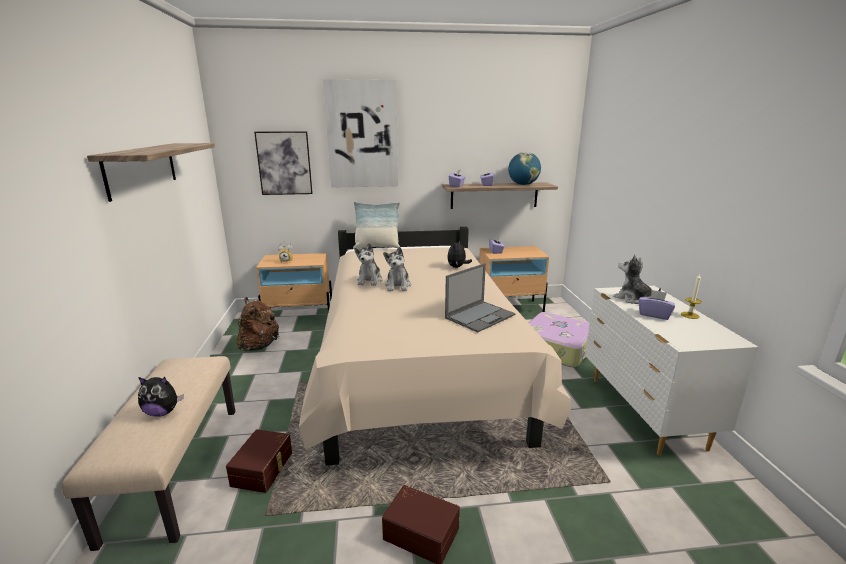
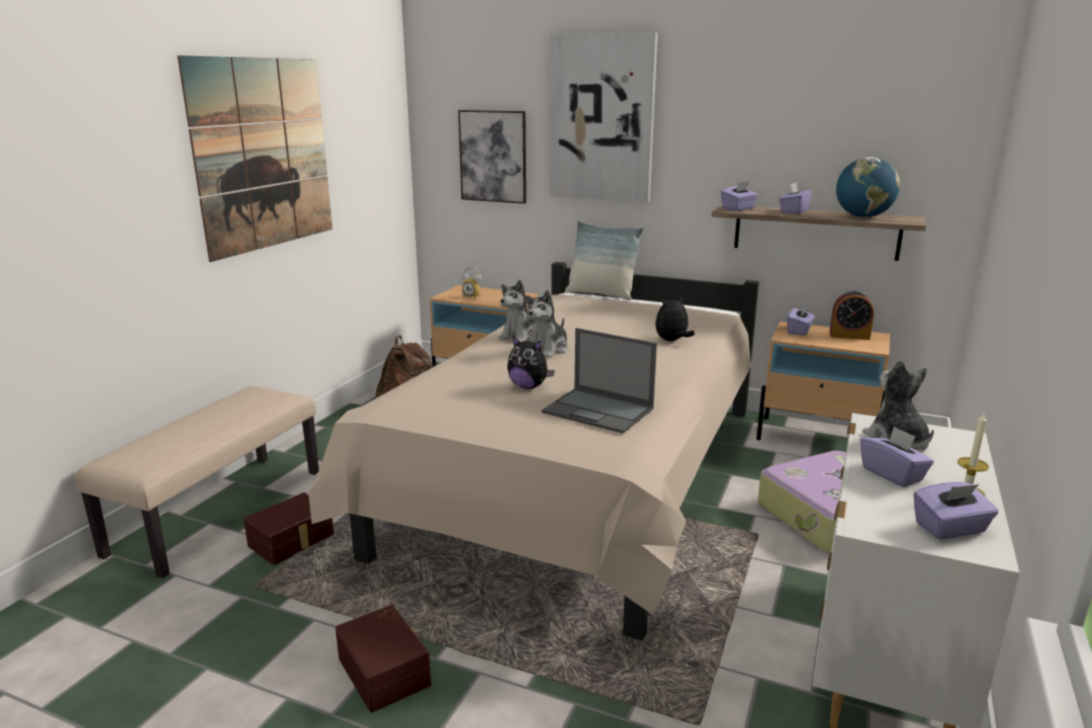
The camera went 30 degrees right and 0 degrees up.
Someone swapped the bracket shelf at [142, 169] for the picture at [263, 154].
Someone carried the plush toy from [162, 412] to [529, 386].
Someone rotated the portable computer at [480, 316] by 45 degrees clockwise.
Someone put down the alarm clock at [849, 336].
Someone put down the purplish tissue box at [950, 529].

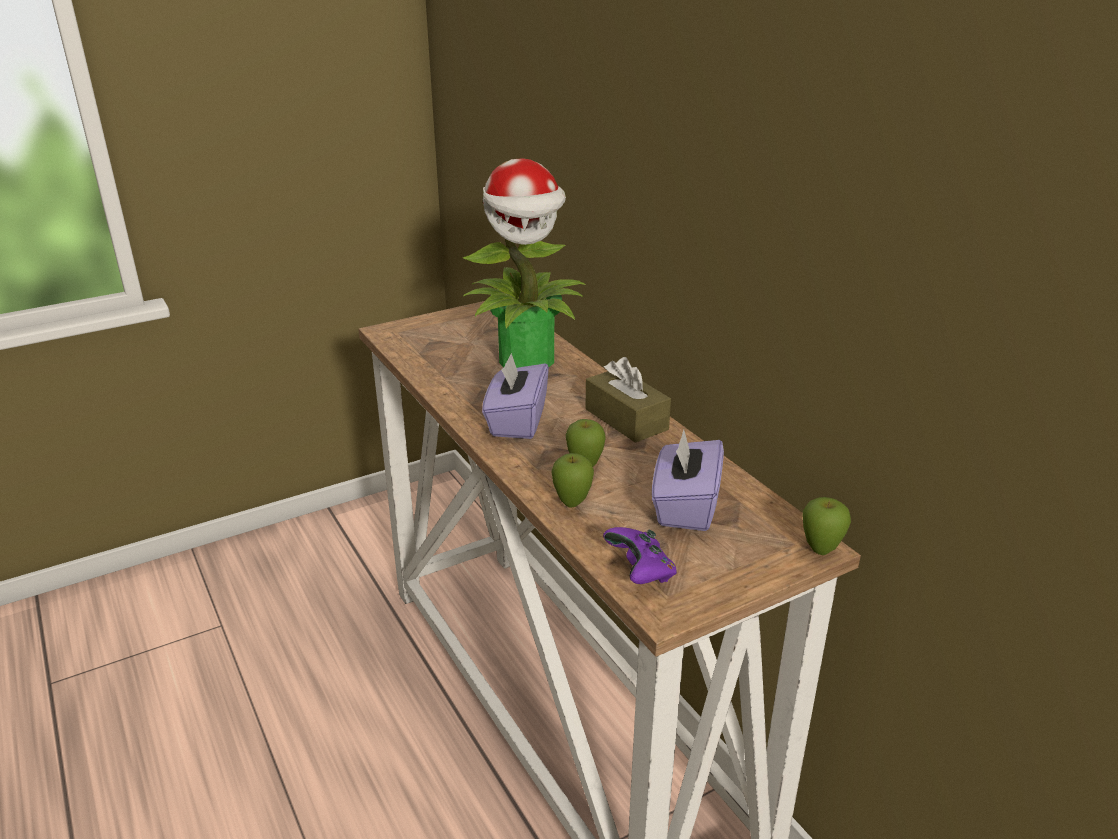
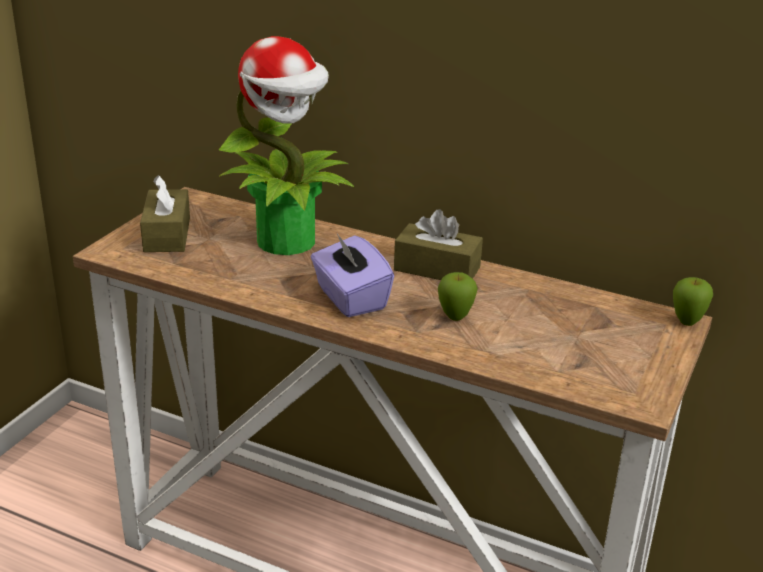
The camera went 35 degrees left and 0 degrees up.
Someone put down the brownish tissue box at [167, 234].
Someone took away the whole apple at [572, 503].
Someone took away the purplish game controller at [641, 572].
Someone took away the purplish tissue box at [685, 506].

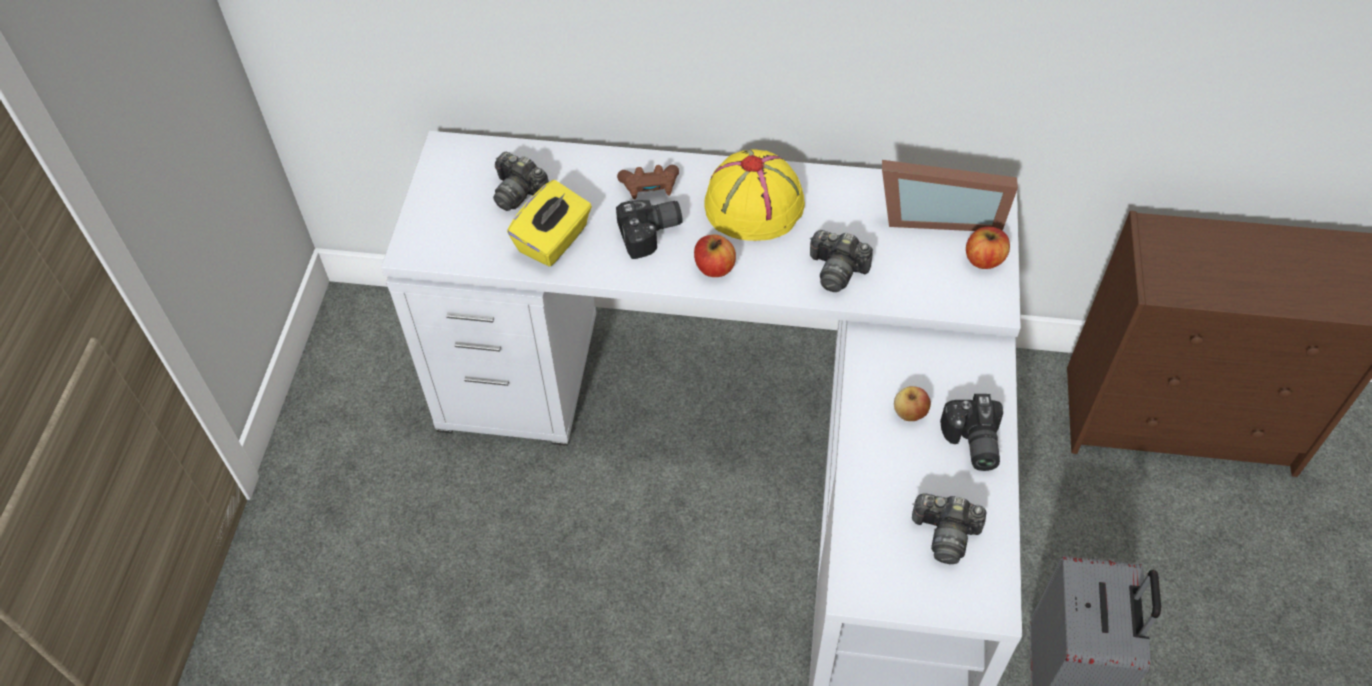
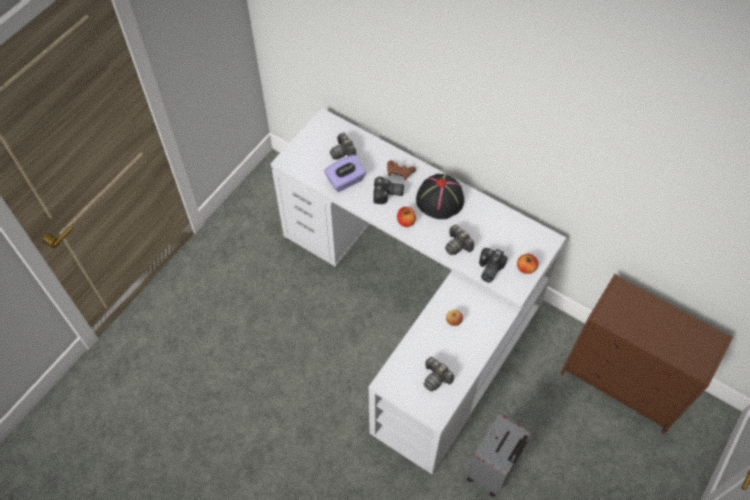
The camera went 25 degrees right and 5 degrees up.
Someone repainted the yellow tissue box at [554, 241], which became the purplish tissue box at [345, 181].
Someone repainted the yellow hat at [754, 204], which became the black-coloured hat at [440, 199].
Someone carried the still camera from [971, 443] to [488, 269].
Someone took away the photo frame at [938, 215].

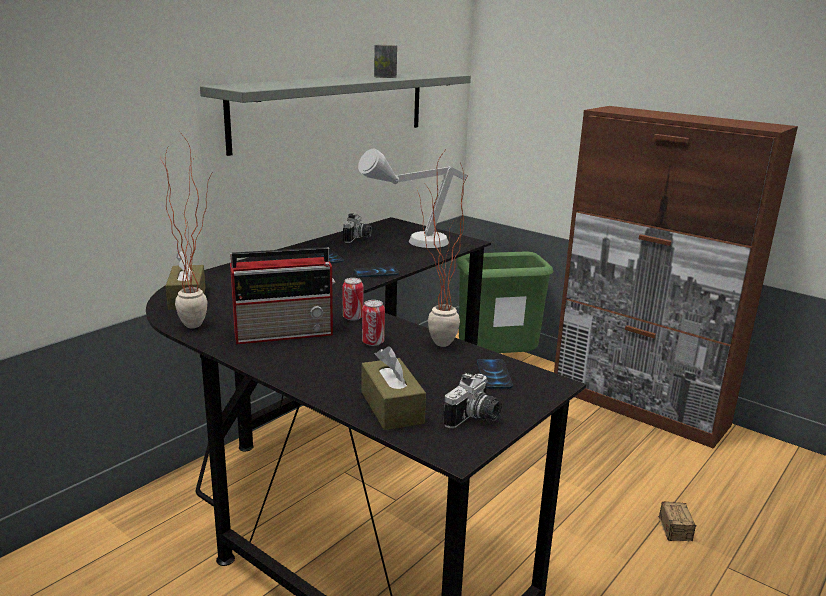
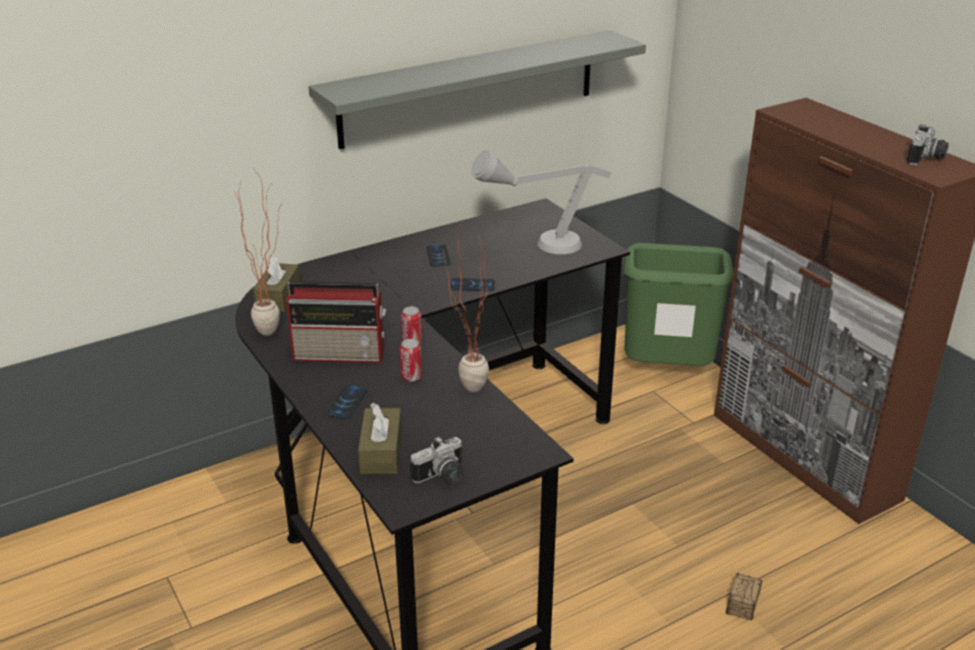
The camera went 20 degrees right and 10 degrees up.
Someone carried the handset from [494, 375] to [346, 403].
Someone carried the still camera from [358, 238] to [926, 158].
Someone took away the can at [385, 77].

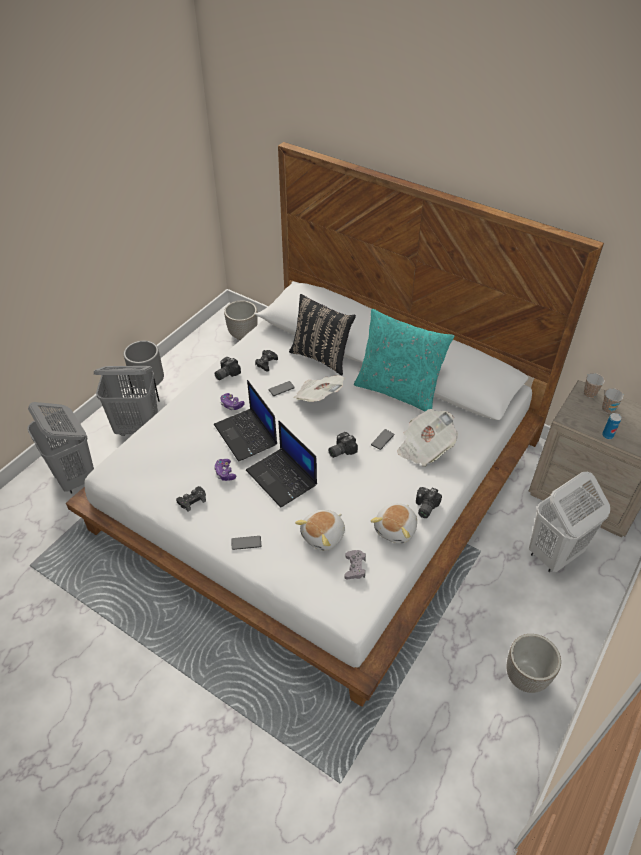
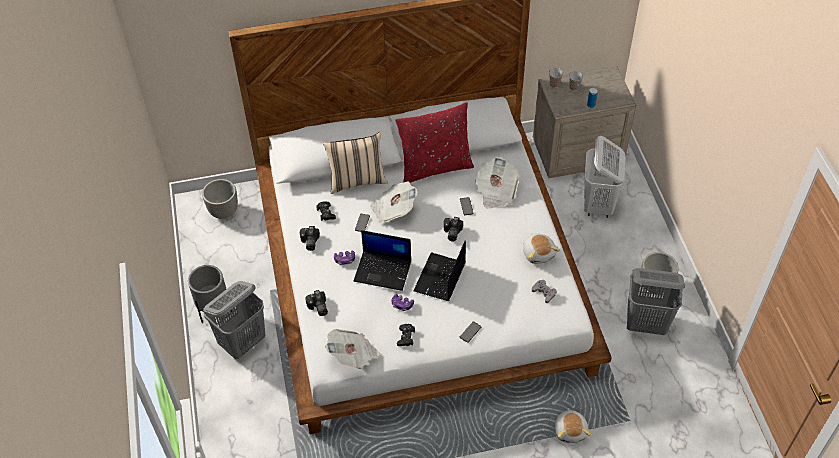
The camera went 45 degrees left and 5 degrees up.
Someone carried the still camera from [424, 507] to [318, 308].
Someone repainted the black-coloured cushion at [321, 357], which became the sand-coloured cushion at [357, 180].
Someone put down the newspaper at [353, 355].
Someone repainted the blue-green cushion at [398, 391], which became the red-coloured cushion at [435, 166].
Someone rotated the portable computer at [282, 478] by 105 degrees clockwise.
Someone carried the plush toy from [324, 536] to [571, 430].
Someone carried the greyish washing basket from [75, 477] to [646, 324].

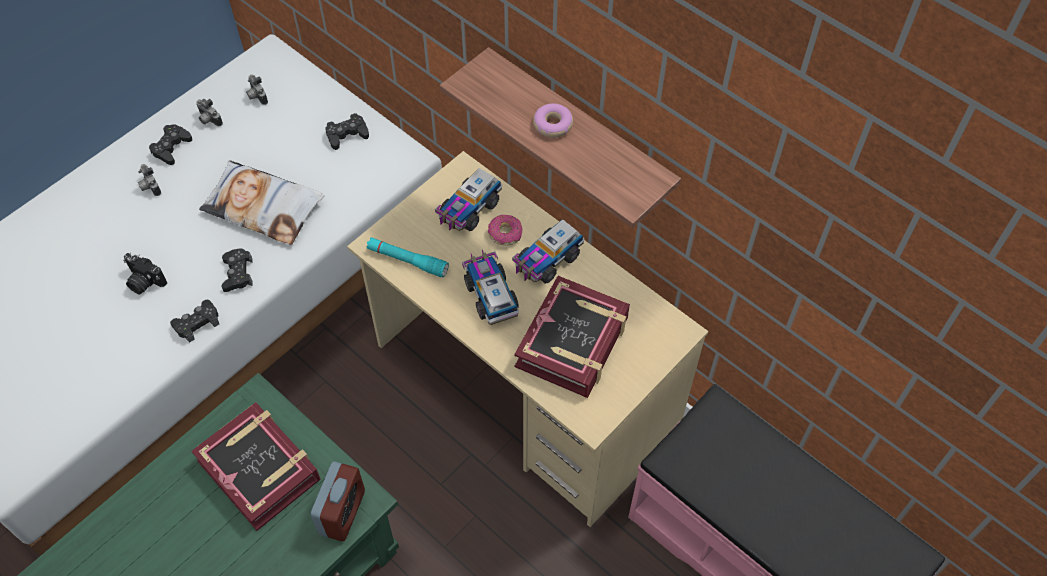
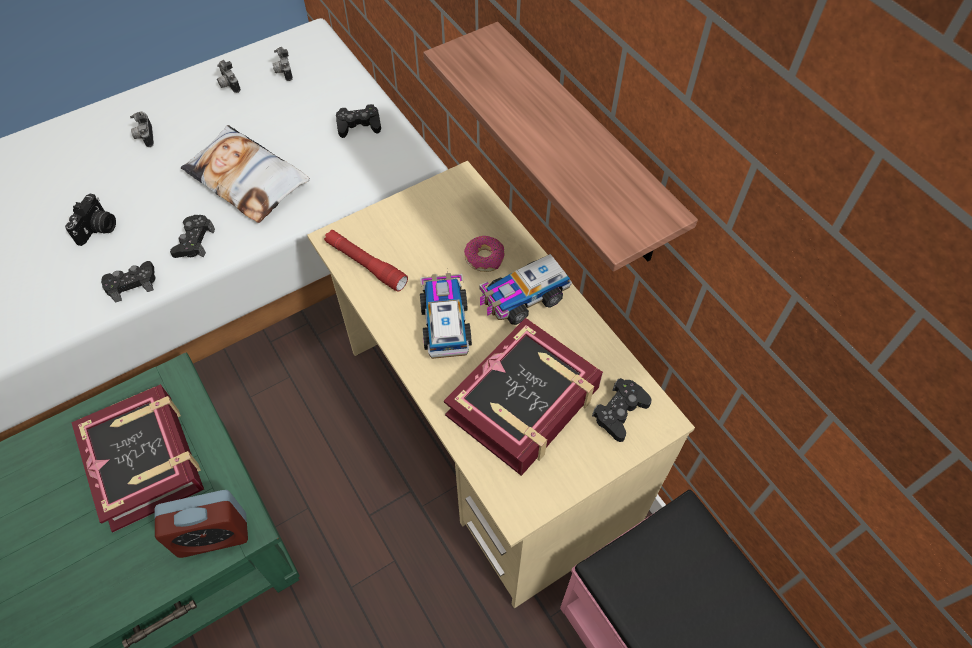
The camera went 15 degrees right and 0 degrees up.
Someone rotated the still camera at [144, 281] by 120 degrees counterclockwise.
Someone rotated the alarm clock at [342, 512] by 45 degrees clockwise.
Someone repainted the blue-green flashlight at [407, 261], which became the red-coloured flashlight at [366, 264].
Someone carried the black-coloured game controller from [171, 148] to [620, 412].
Someone took away the toy truck at [469, 210].
Someone took away the donut at [552, 125].

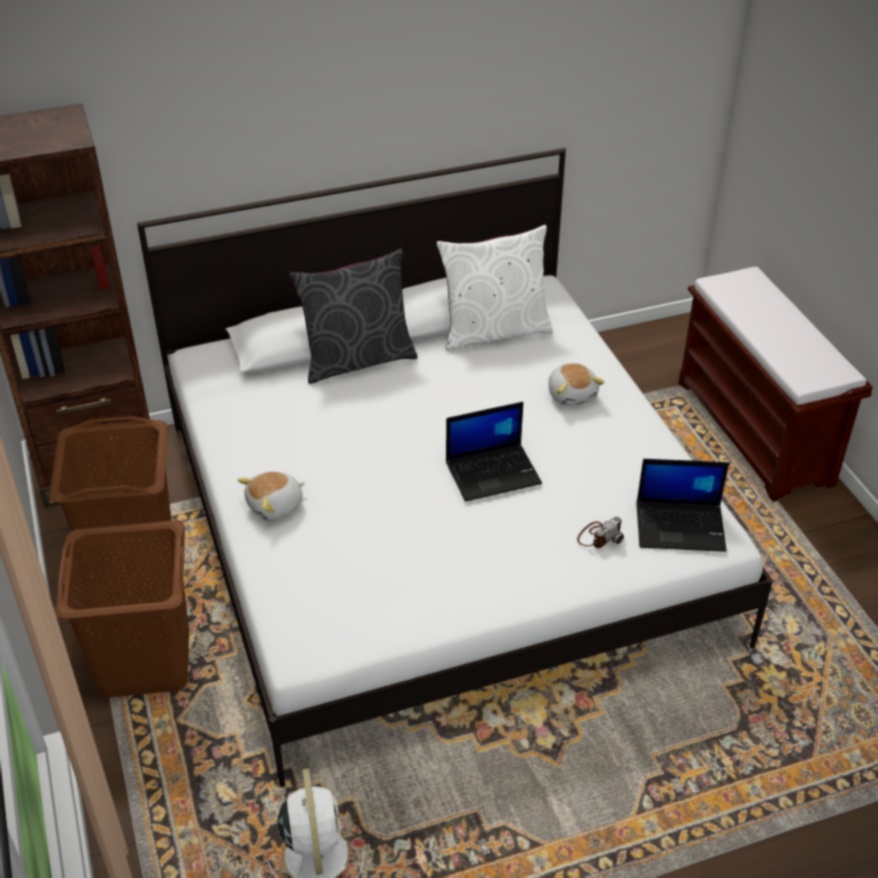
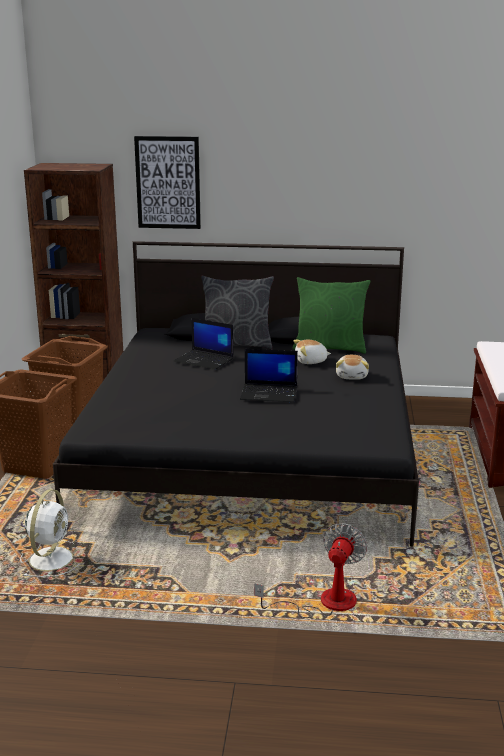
The camera went 25 degrees right and 20 degrees down.
Someone repainted the white-coloured bedroom bed at [439, 527], which became the black-coloured bedroom bed at [252, 452].
Someone put up the picture at [168, 182].
Someone carried the portable computer from [681, 526] to [205, 360].
Someone put down the fan at [325, 603].
Someone repainted the white-coloured cushion at [494, 331], which became the green cushion at [330, 347].
Someone carried the plush toy from [276, 506] to [311, 361].
Someone took away the still camera at [599, 536].

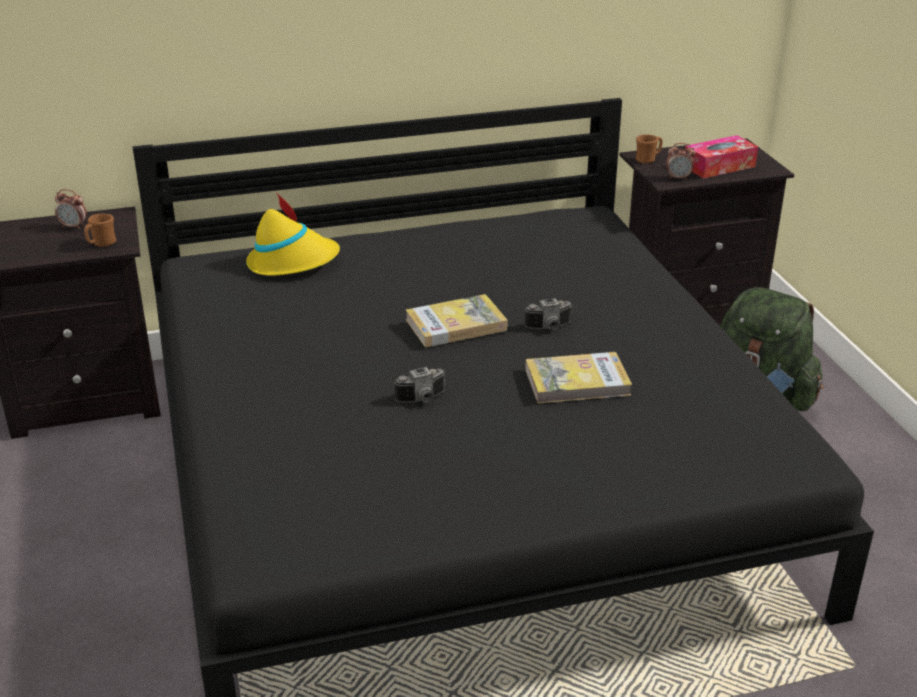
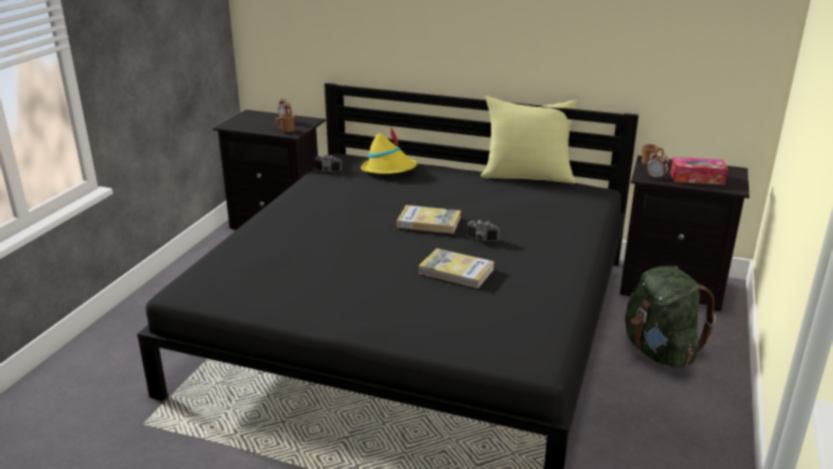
The camera went 35 degrees right and 5 degrees down.
Someone carried the still camera from [423, 399] to [327, 171].
Someone put down the yellow cushion at [527, 176].

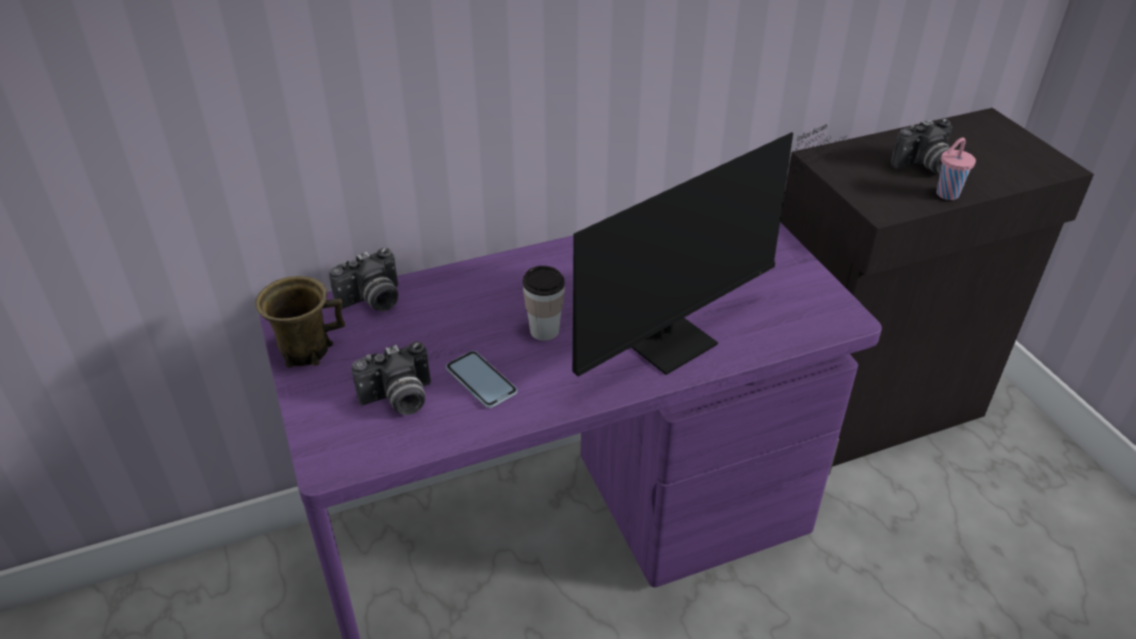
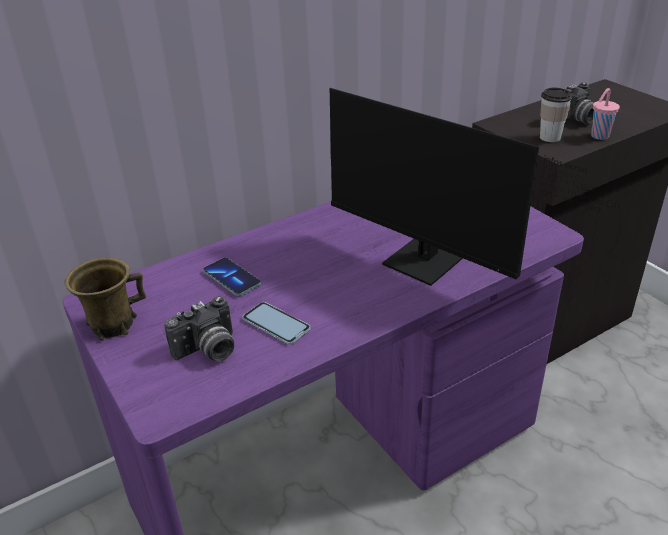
The camera went 10 degrees left and 5 degrees down.
Someone put down the handset at [232, 278].
Someone rotated the monitor at [680, 337] by 90 degrees clockwise.
Someone carried the small cup from [544, 330] to [550, 137].
Someone took away the still camera at [373, 302].

